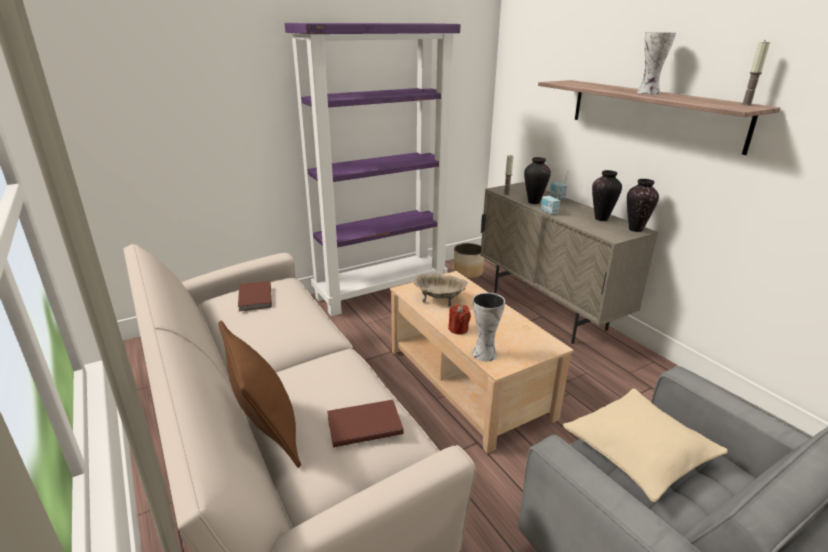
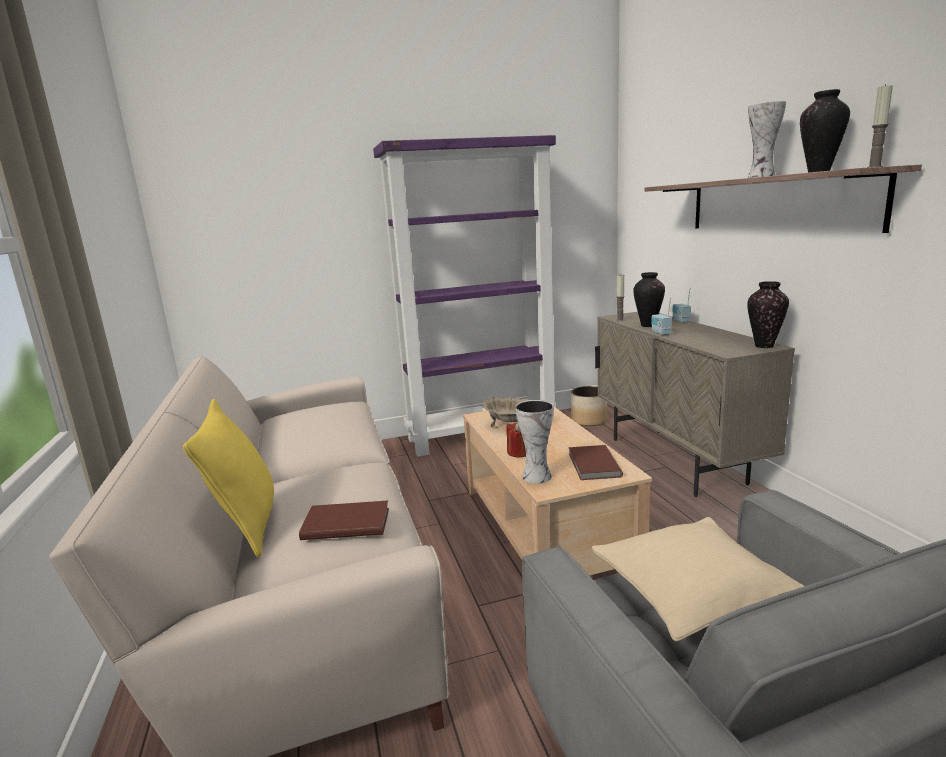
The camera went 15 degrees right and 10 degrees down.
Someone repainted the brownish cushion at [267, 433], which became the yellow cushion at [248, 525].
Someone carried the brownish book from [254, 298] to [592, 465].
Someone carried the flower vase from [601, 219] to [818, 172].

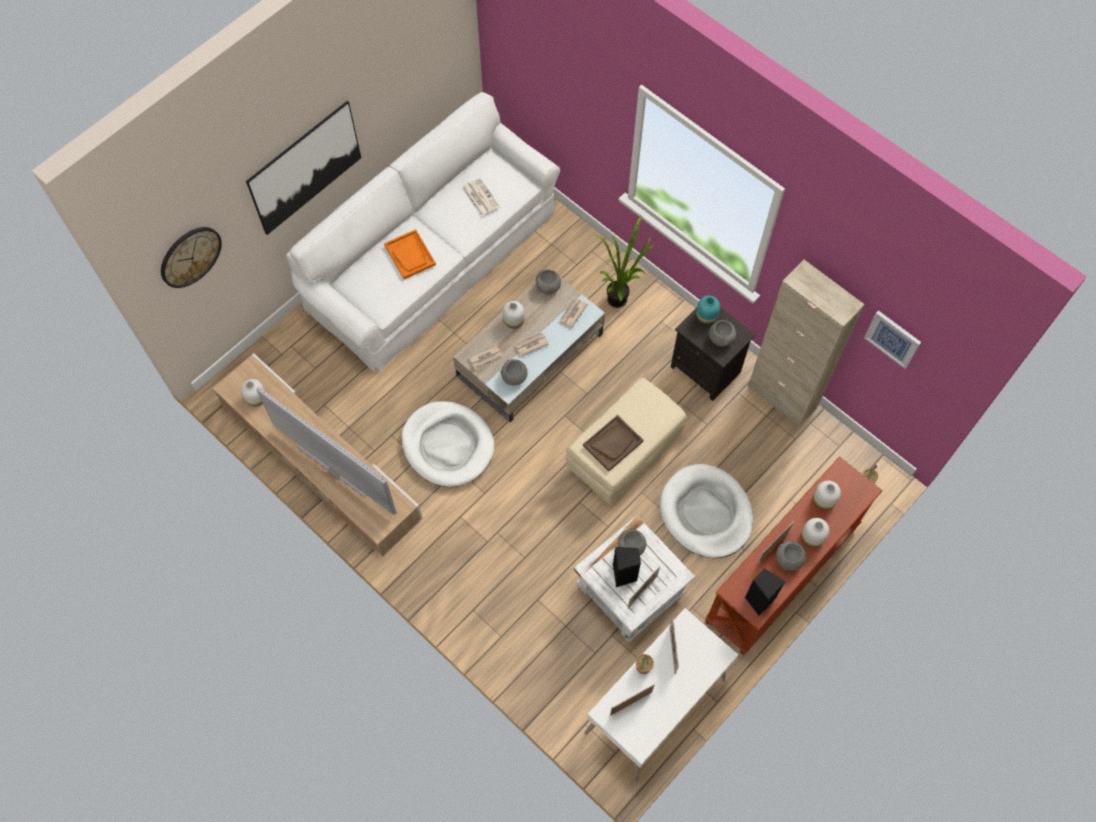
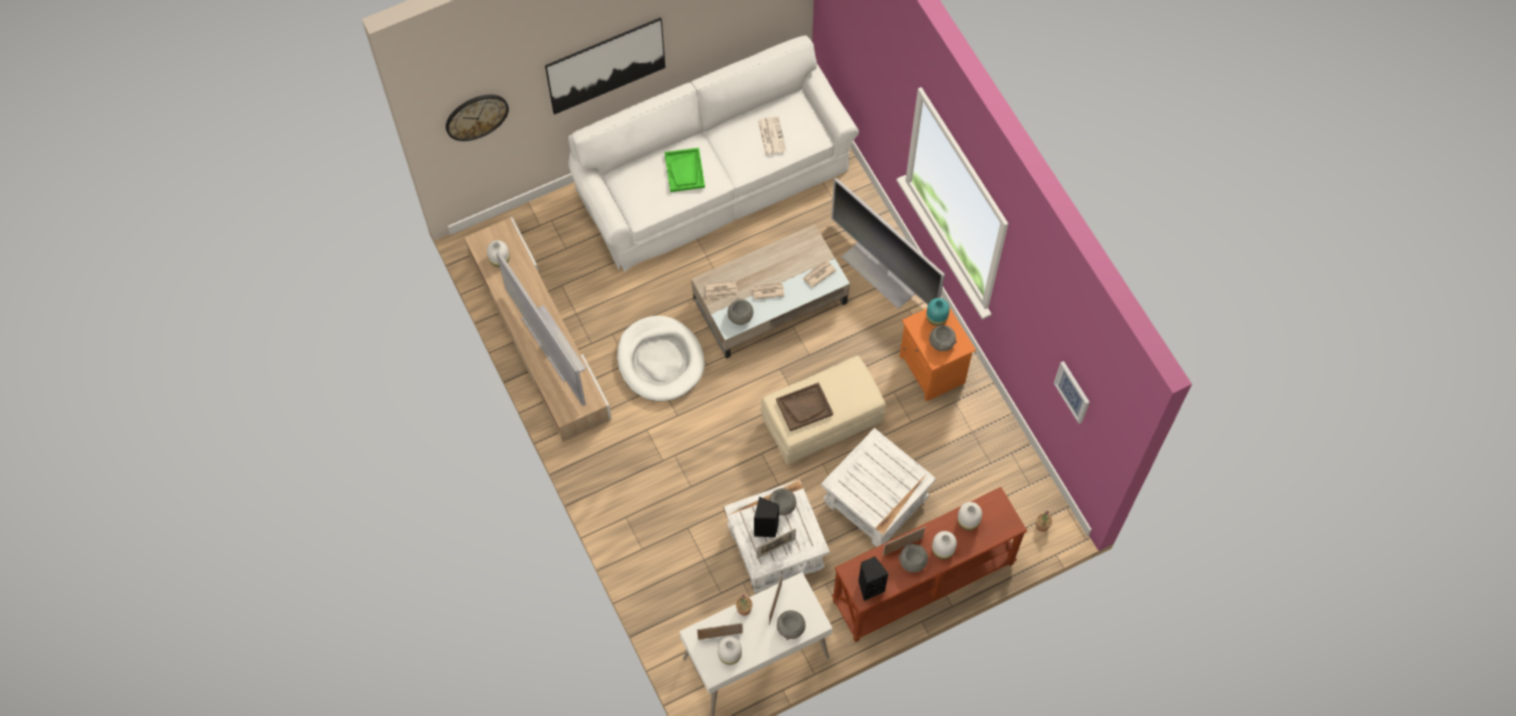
The camera went 20 degrees right and 0 degrees up.
Someone repainted the orange serving tray at [410, 255], which became the green serving tray at [684, 171].
Someone carried the white-coloured flower vase from [514, 321] to [730, 654].
Someone carried the greyish bowl from [548, 287] to [791, 628].
Someone swapped the white-coloured dog bed at [706, 513] for the white-coloured side table at [875, 503].
Someone swapped the potted plant at [621, 297] for the TV set at [879, 273].
Someone repainted the black-coloured night table at [707, 369], which became the orange night table at [933, 369].
Someone took away the sand-coloured storage cabinet at [782, 396].

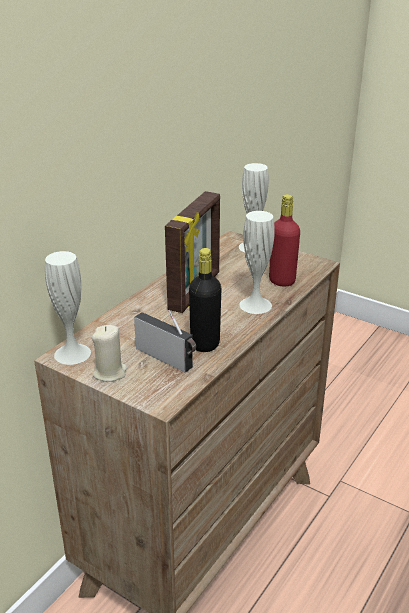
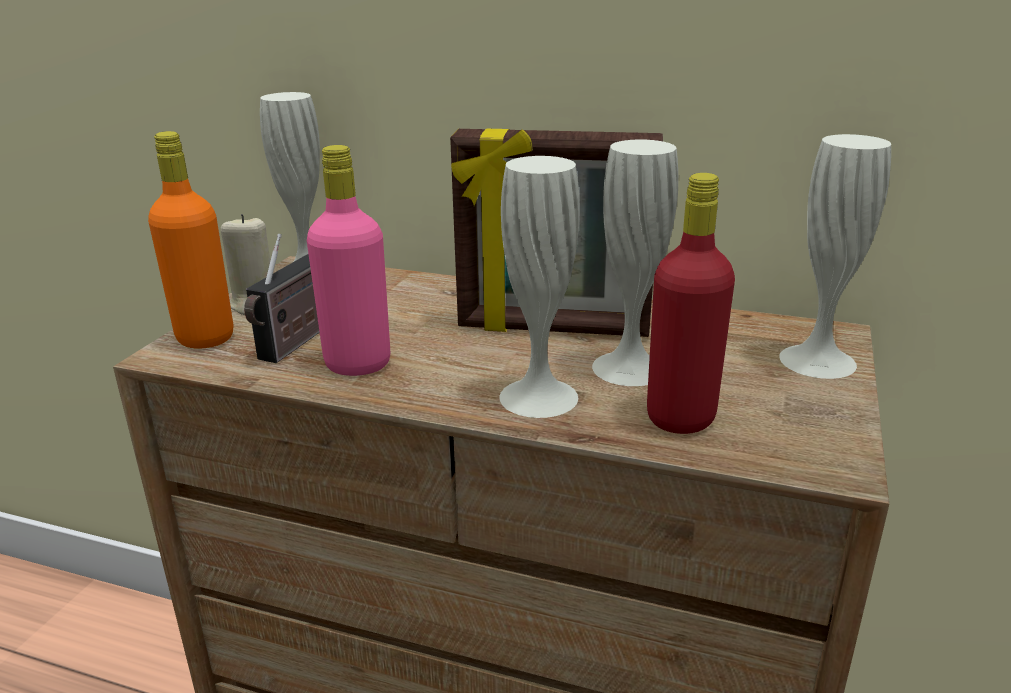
The camera went 75 degrees right and 5 degrees down.
Someone put down the orange beverage bottle at [205, 337].
Someone repainted the black-coloured beverage bottle at [205, 344], which became the pink beverage bottle at [358, 364].
Someone put down the white-coloured flower vase at [629, 368].

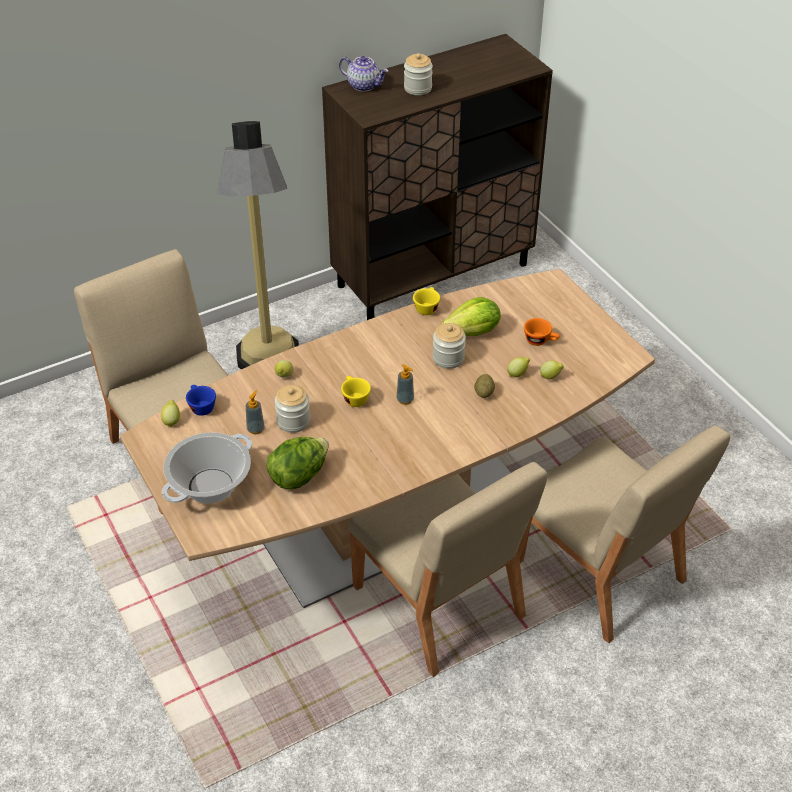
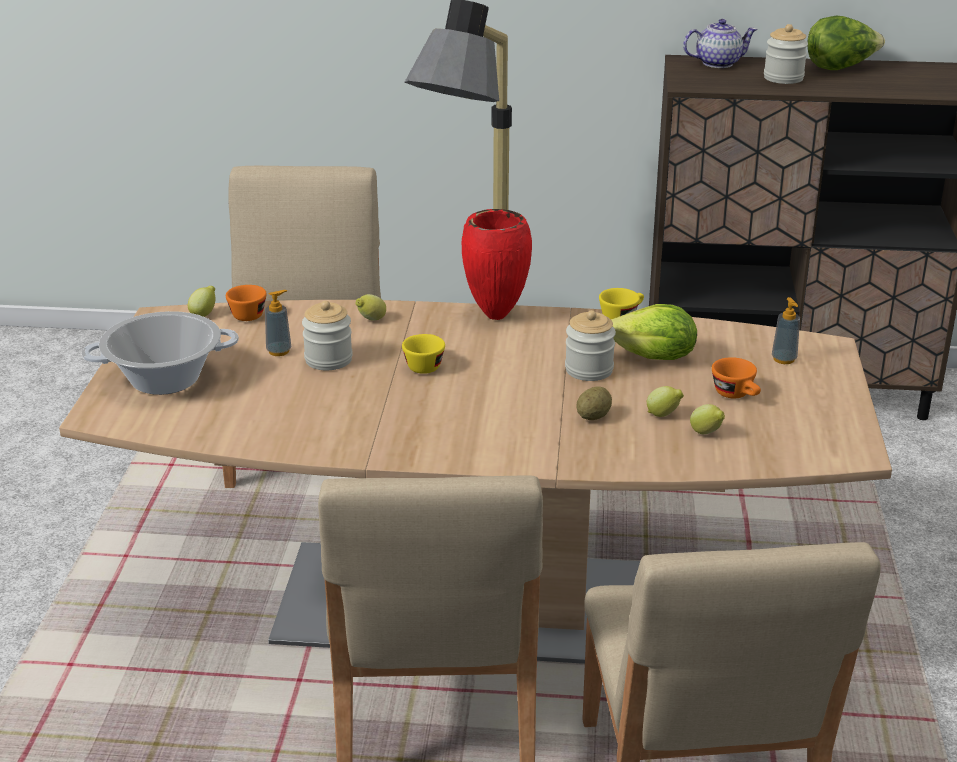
The camera went 35 degrees right and 15 degrees down.
Someone repainted the bluish small cup at [200, 406], which became the orange small cup at [248, 313].
Someone put down the red-coloured flower vase at [495, 317].
Someone rotated the tea pot at [364, 85] by 75 degrees counterclockwise.
Someone carried the soap bottle from [405, 399] to [784, 359].
Someone carried the lettuce from [299, 475] to [840, 68].

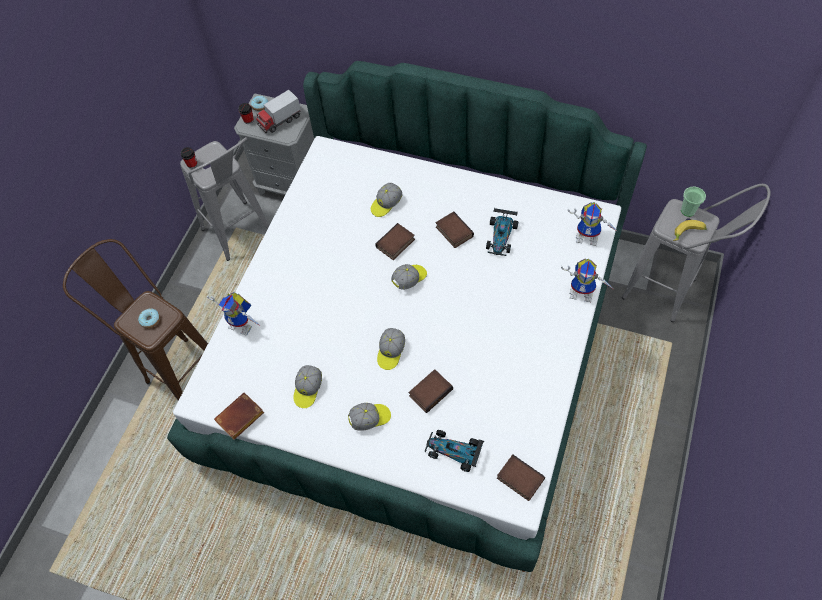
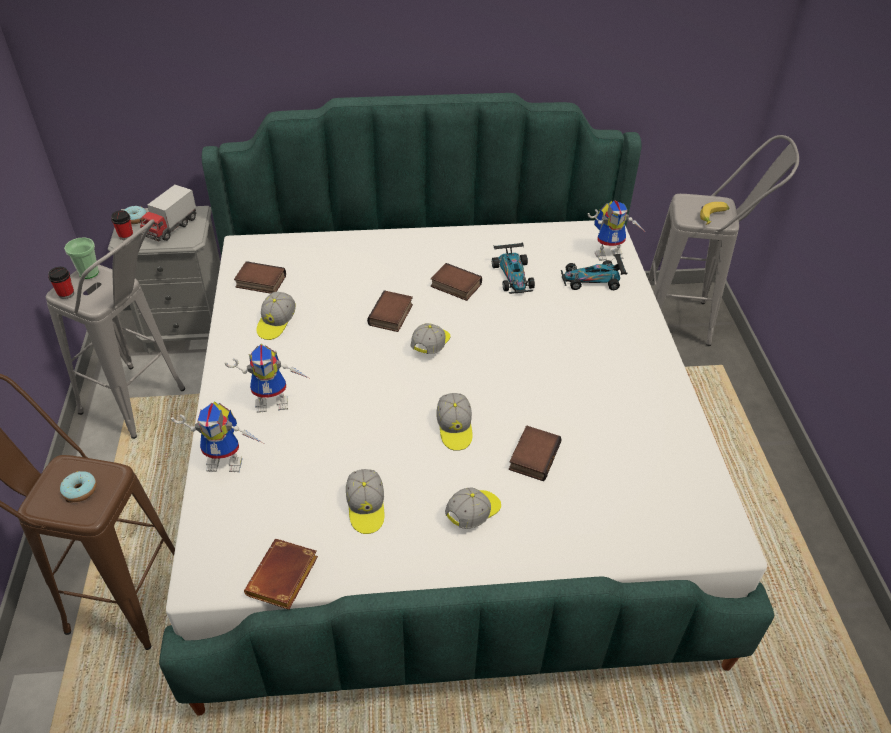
The camera went 30 degrees left and 15 degrees down.
Someone carried the small cup from [688, 210] to [89, 273].
Someone carried the robot figure from [583, 292] to [274, 401].
Someone carried the book from [519, 479] to [259, 282].
Someone carried the baseball cap from [386, 204] to [276, 323].
Someone carried the miniature car from [454, 451] to [592, 280].

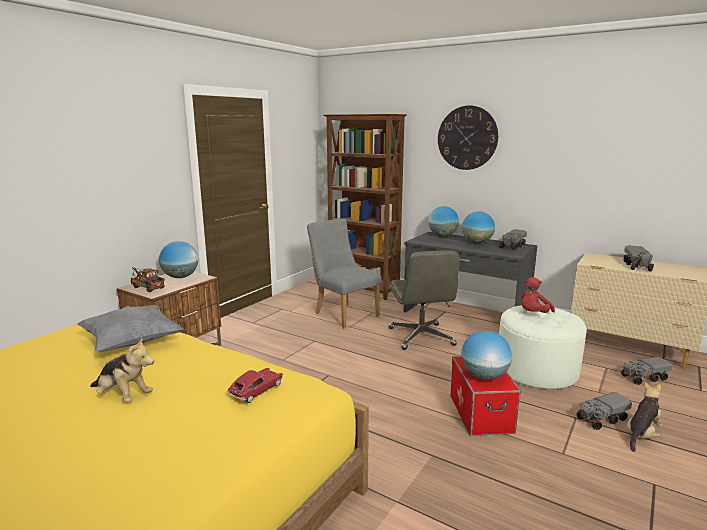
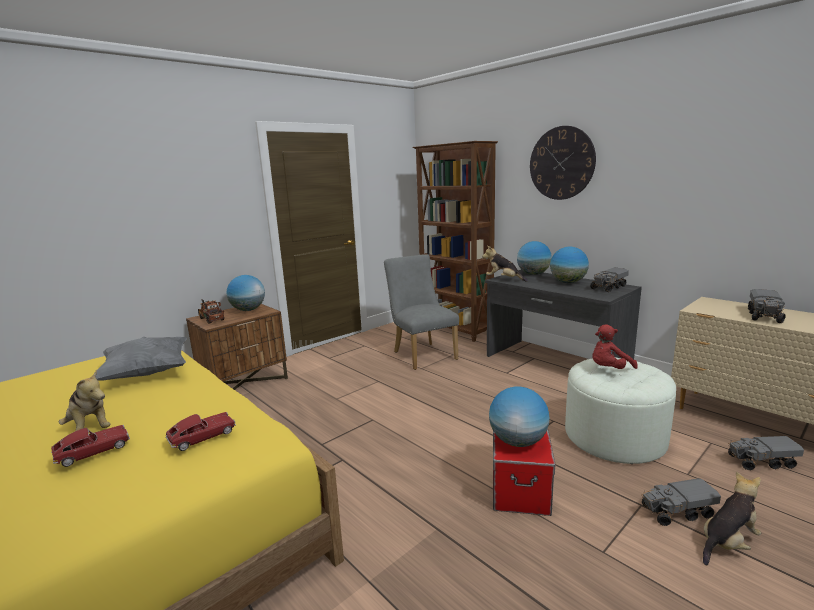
The camera went 15 degrees right and 0 degrees up.
Someone put down the miniature car at [93, 451].
Someone put down the plush toy at [503, 279].
Someone took away the greyish computer chair at [421, 337].

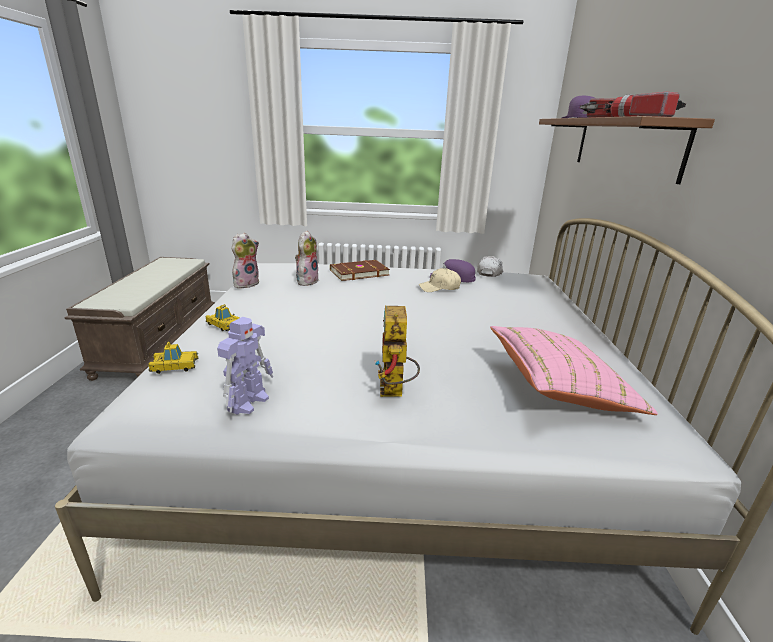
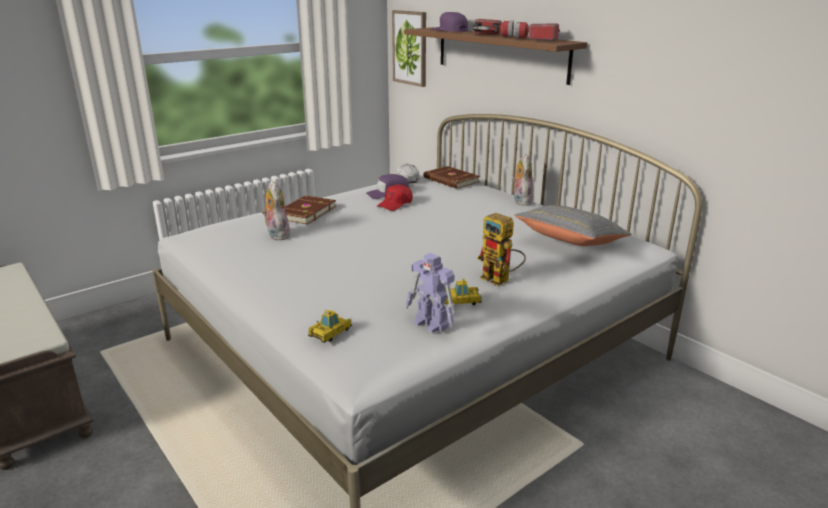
The camera went 40 degrees left and 0 degrees up.
Someone repainted the sand-coloured baseball cap at [439, 288], which became the red-coloured baseball cap at [395, 204].
Someone put up the picture at [410, 48].
Someone rotated the robot figure at [249, 401] by 150 degrees clockwise.
Someone put down the brownish book at [451, 180].
Someone carried the miniature car from [224, 324] to [461, 300].
Someone carried the plush toy from [246, 284] to [520, 201].
Someone repainted the pink cushion at [559, 389], which became the greyish cushion at [570, 242].

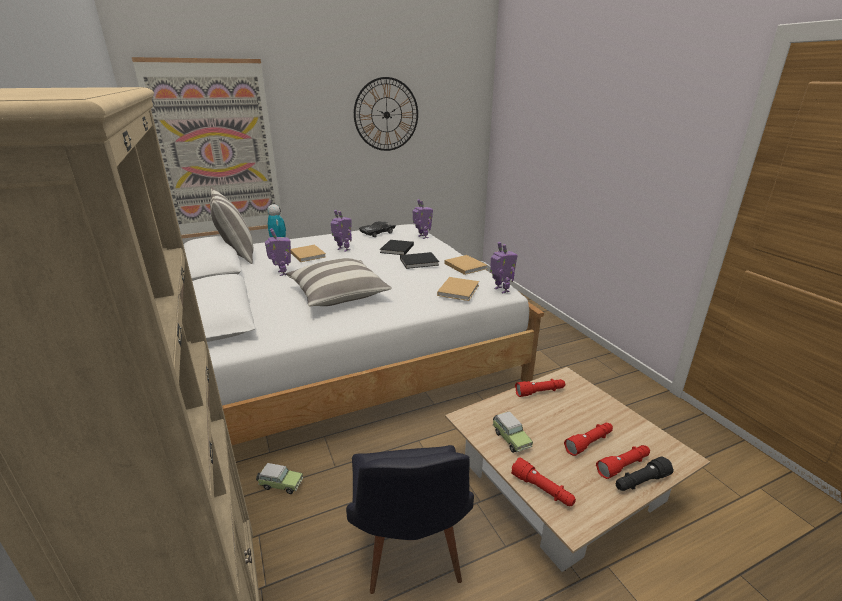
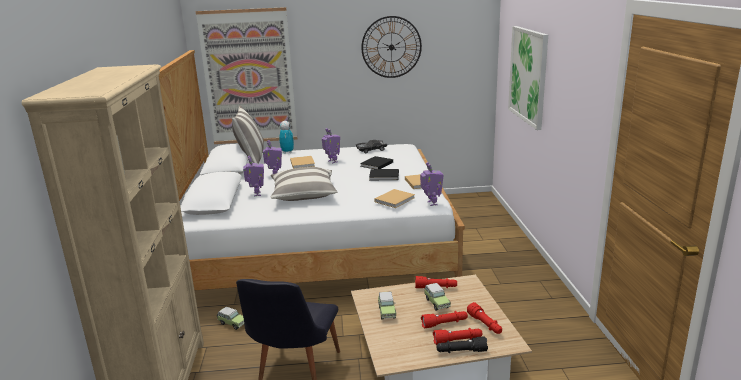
The camera went 20 degrees right and 5 degrees down.
Someone carried the robot figure from [422, 237] to [256, 194].
Someone put down the miniature car at [436, 302].
Someone carried the red-coloured flashlight from [542, 489] to [485, 324].
Someone put up the picture at [528, 75].

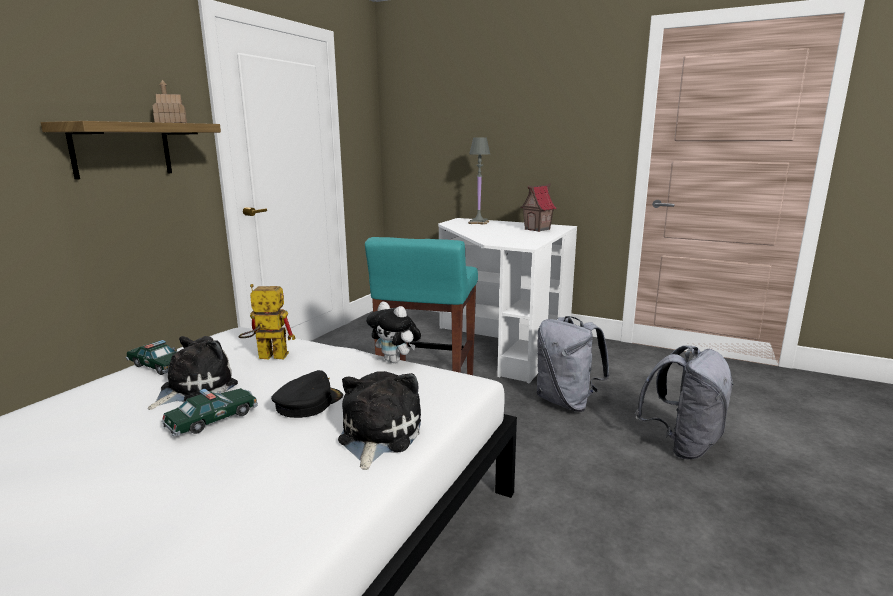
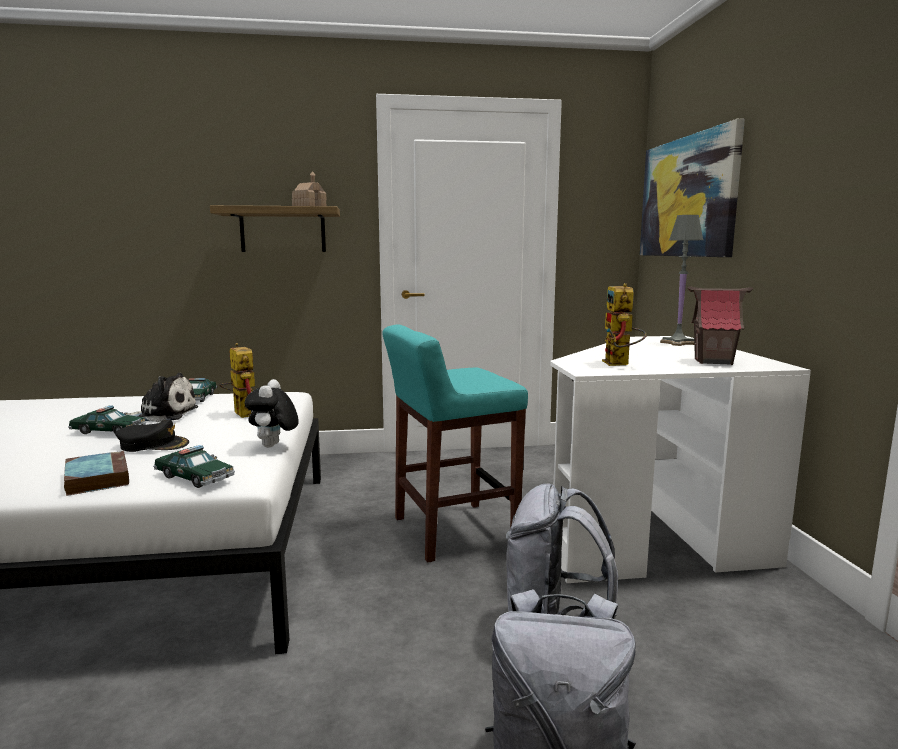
The camera went 55 degrees right and 5 degrees down.
Someone swapped the plush toy at [377, 435] for the book at [96, 478].
Someone put down the miniature car at [194, 477].
Someone put down the robot figure at [620, 364].
Someone put up the picture at [687, 197].

